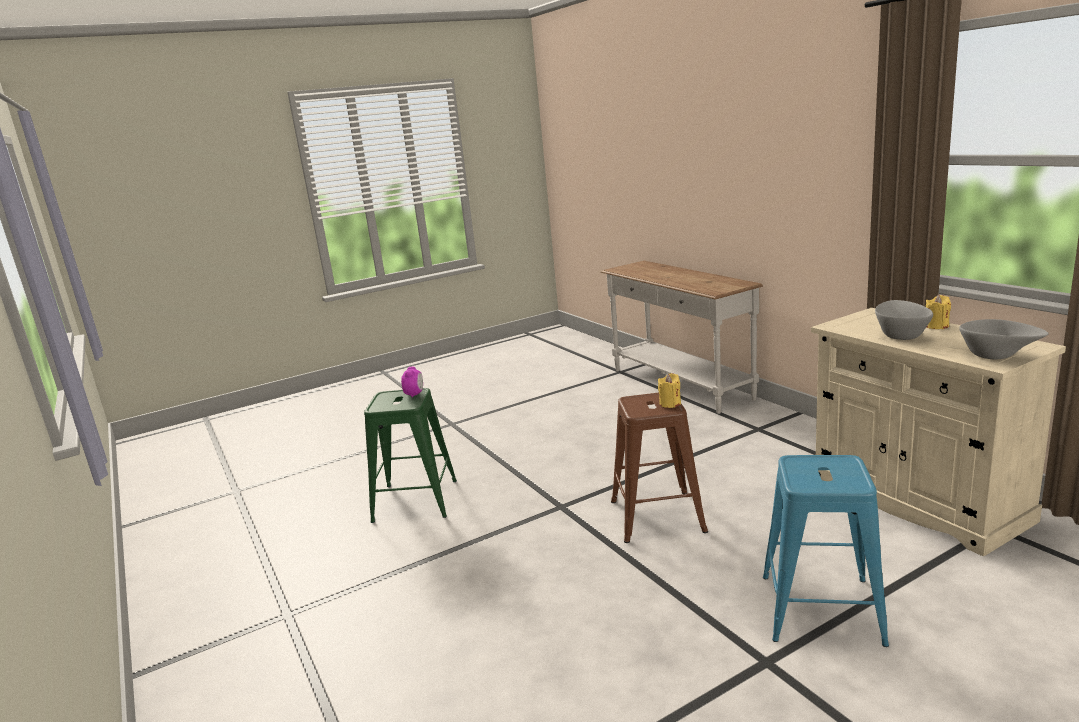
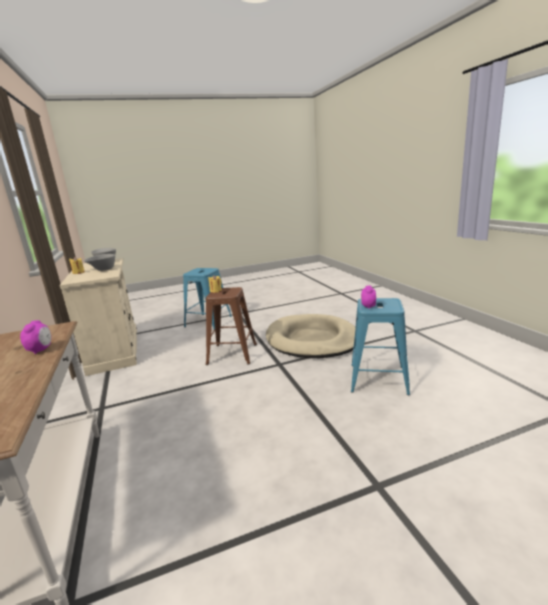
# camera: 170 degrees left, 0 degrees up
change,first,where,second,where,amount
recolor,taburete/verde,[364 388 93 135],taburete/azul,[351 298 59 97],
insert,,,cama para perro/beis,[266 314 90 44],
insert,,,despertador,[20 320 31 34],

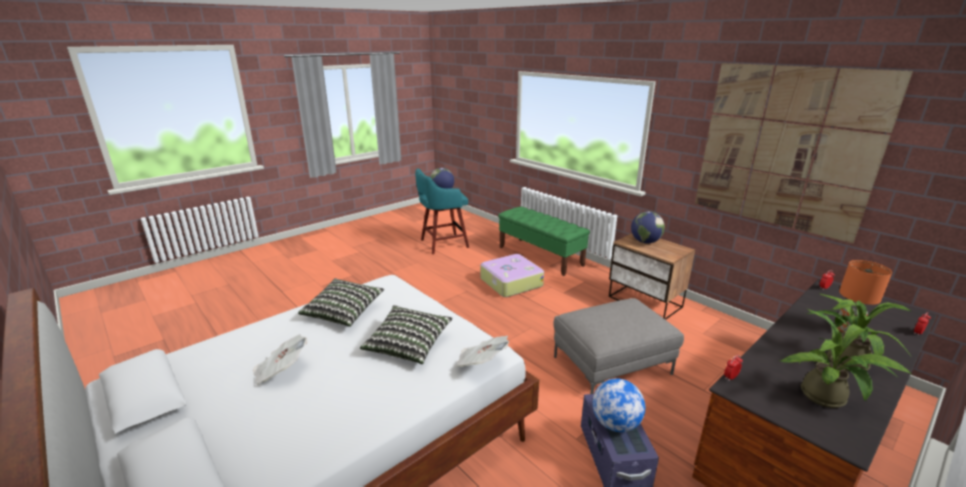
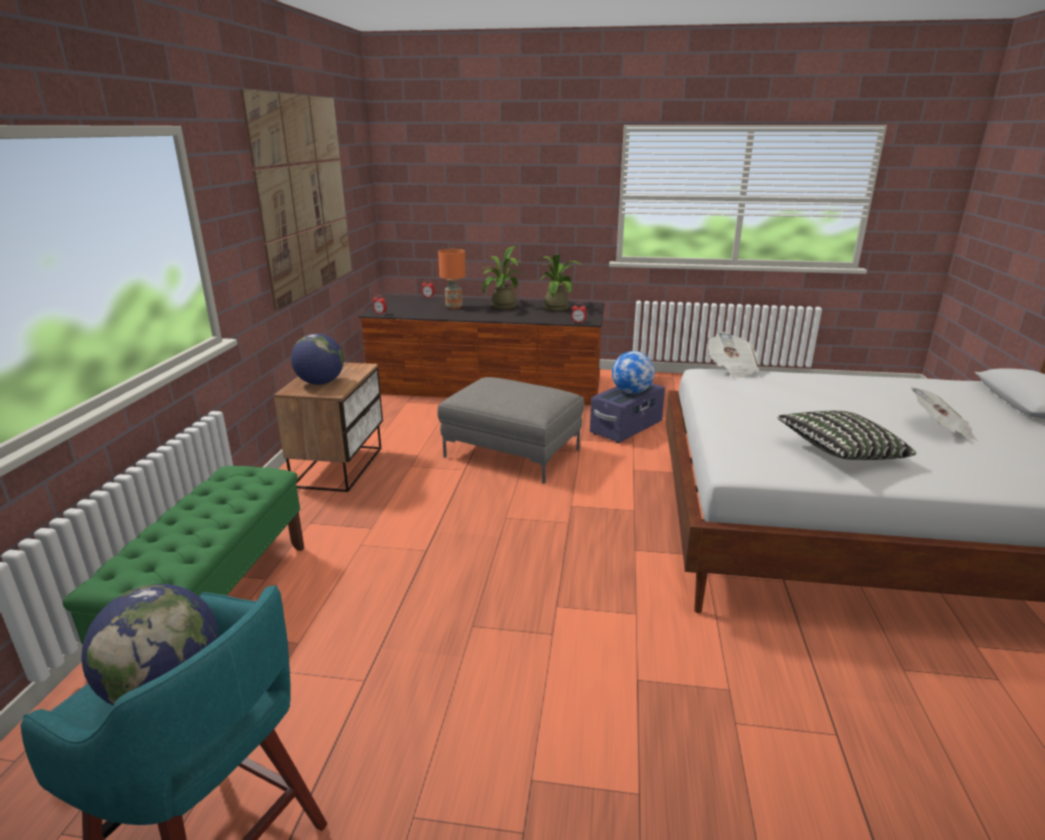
# camera: 130 degrees left, 0 degrees up
change,first,where,second,where,amount
delete,maleta,[480 254 64 43],,,
delete,cojín,[360 305 92 59],,,

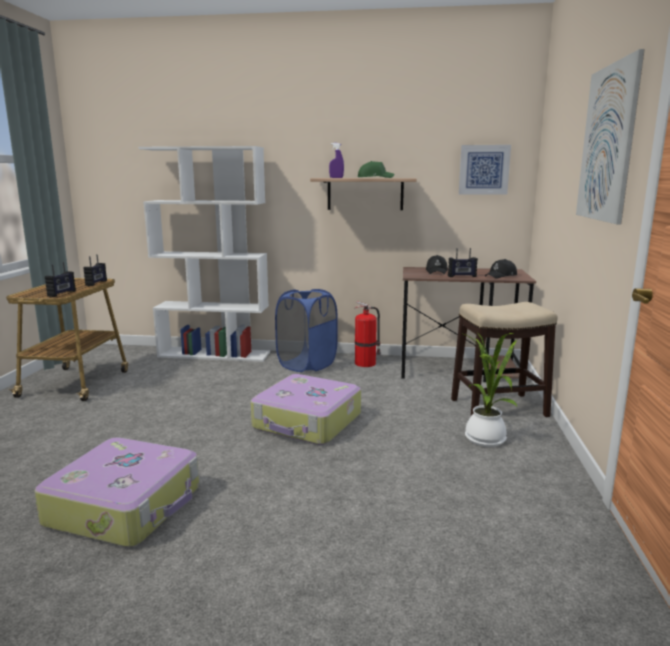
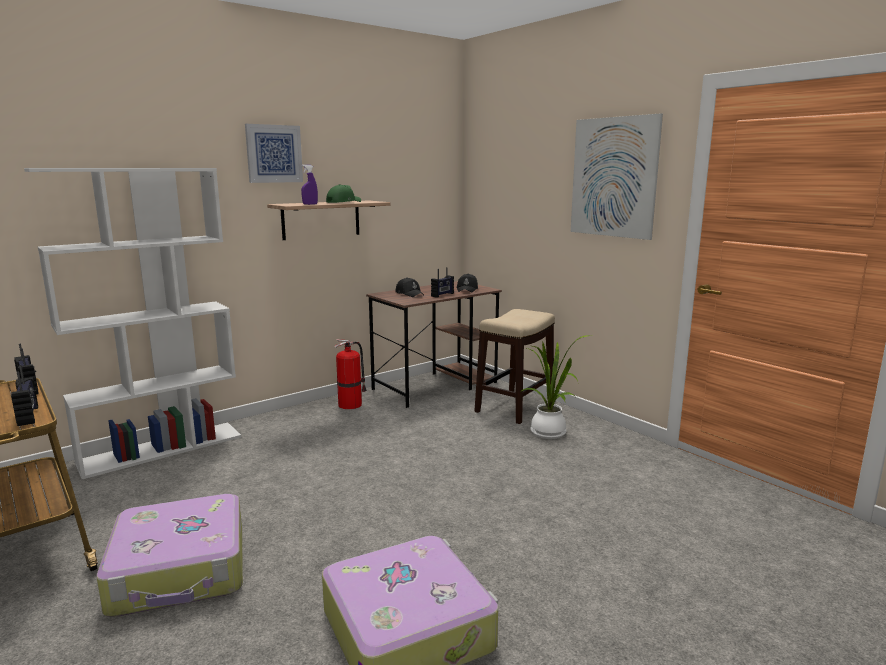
# camera: 45 degrees left, 0 degrees up
change,first,where,second,where,amount
move,cuadro,[459 145 52 50],,[245 124 58 59],
delete,cesto de la ropa/azul,[275 289 63 83],,,
move,maleta,[251 374 110 71],,[96 494 147 123],

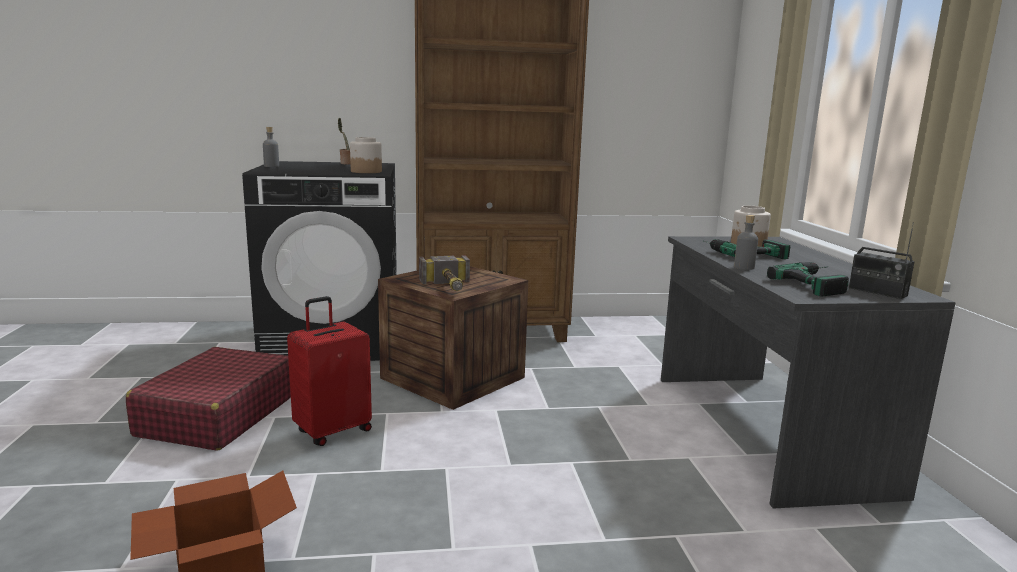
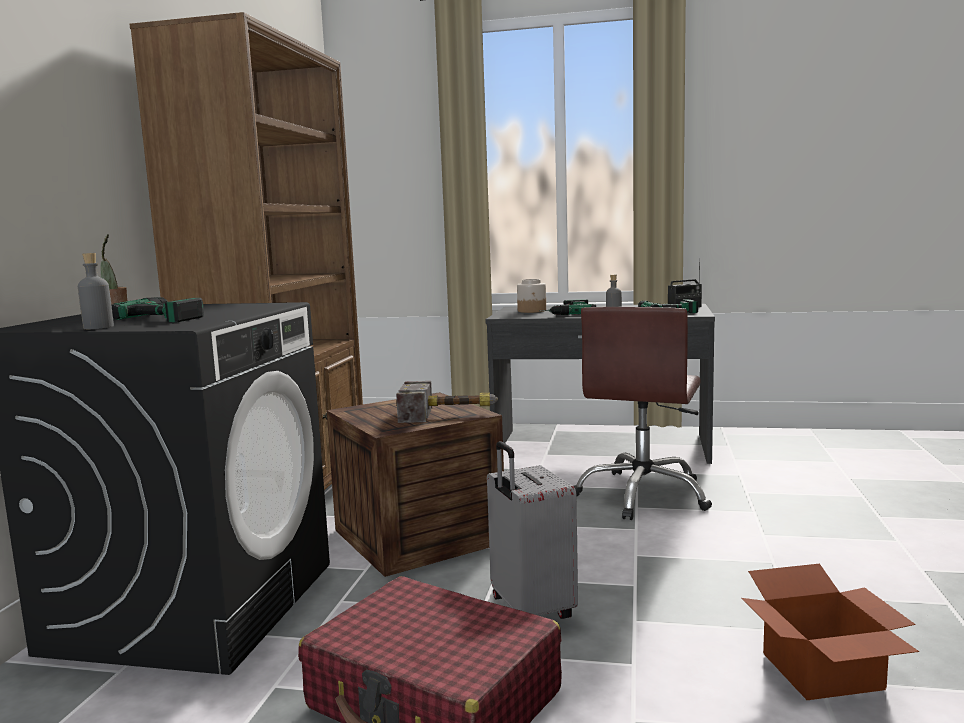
# camera: 70 degrees left, 5 degrees down
change,first,where,second,where,amount
delete,tarro,[350 137 32 36],,,
recolor,maleta/rojo,[287 296 85 150],maleta/gris,[487 441 91 178],
insert,,,taladro,[112 297 92 25],
insert,,,silla de oficina/marrón,[574 307 138 213],

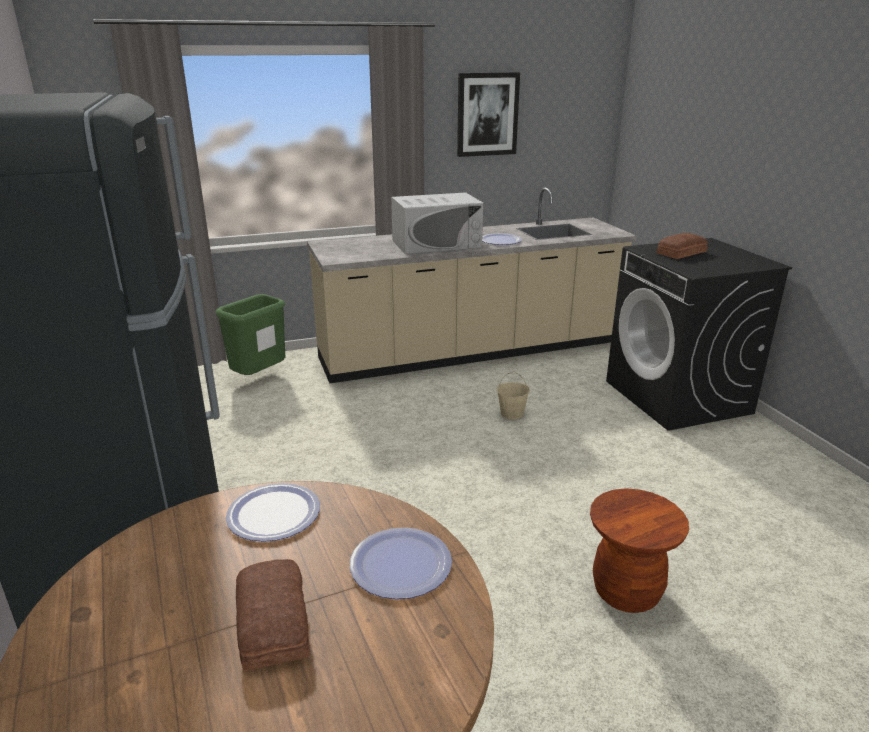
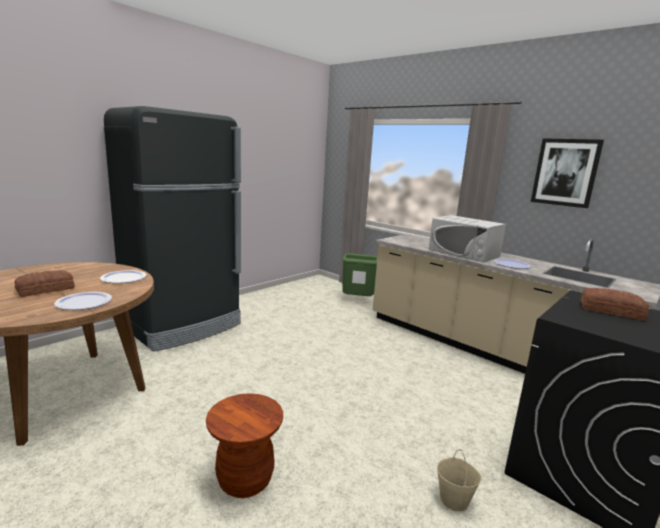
# camera: 60 degrees right, 10 degrees down
change,first,where,second,where,amount
move,cubo/beis,[497 371 33 49],,[437 450 45 61],

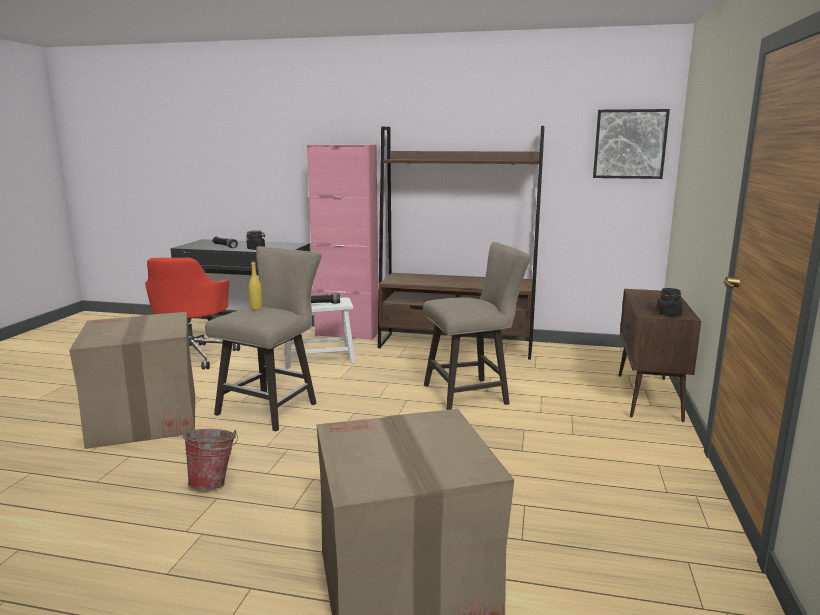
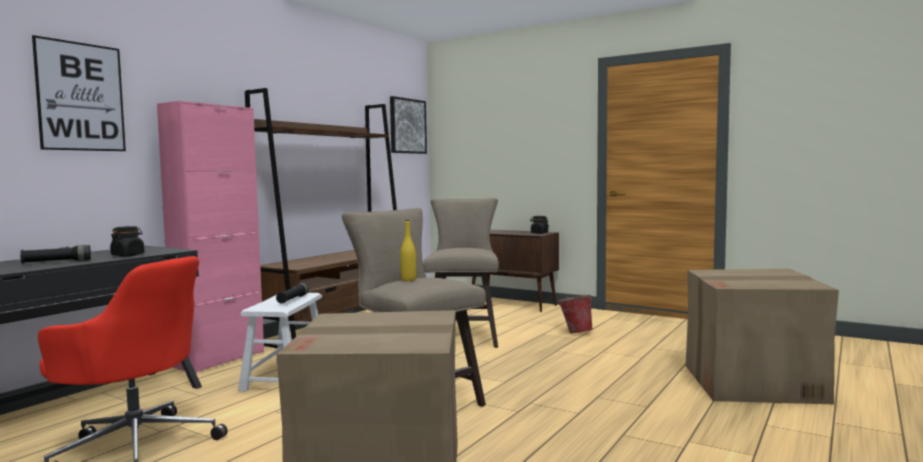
# camera: 70 degrees left, 10 degrees down
change,first,where,second,where,amount
move,cubo,[183 429 55 61],,[558 295 36 38],
insert,,,cuadro,[32 35 94 116],

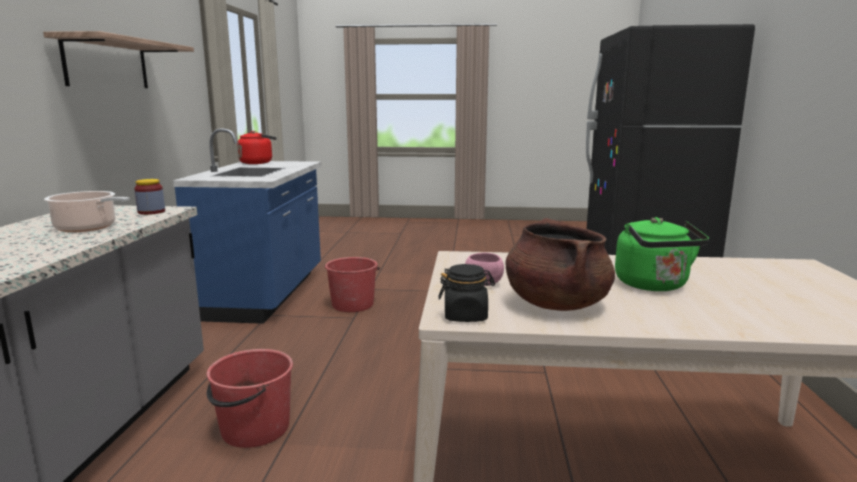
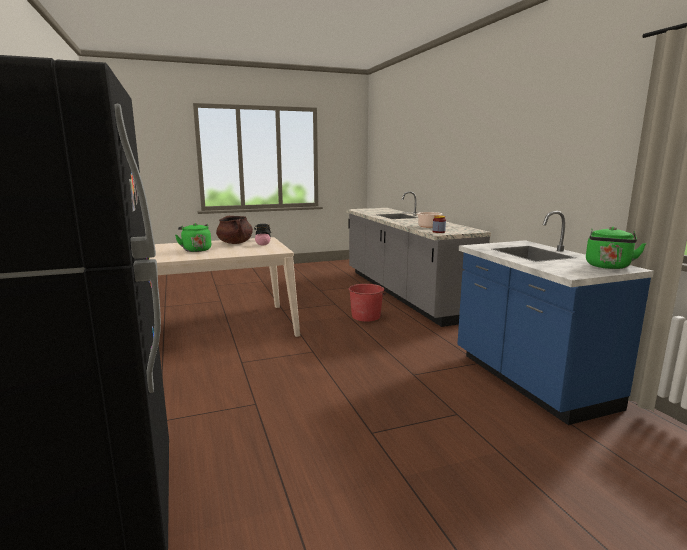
# camera: 155 degrees right, 0 degrees up
change,first,where,second,where,amount
delete,estante,[43 31 151 57],,,
recolor,hervidor/rojo,[237 131 40 33],hervidor/verde,[586 227 60 42],
delete,cubo/rojo,[324 257 56 55],,,

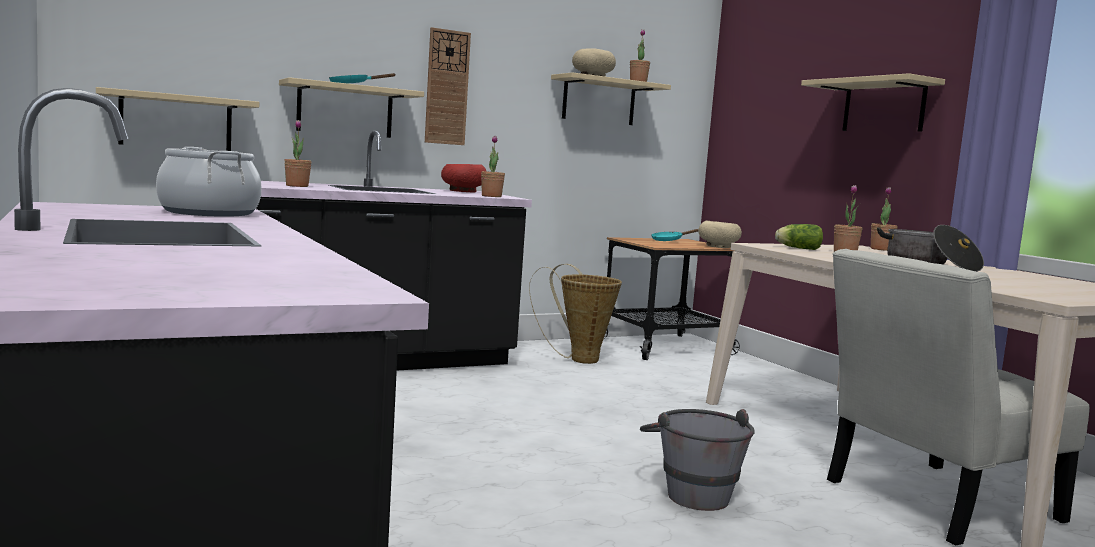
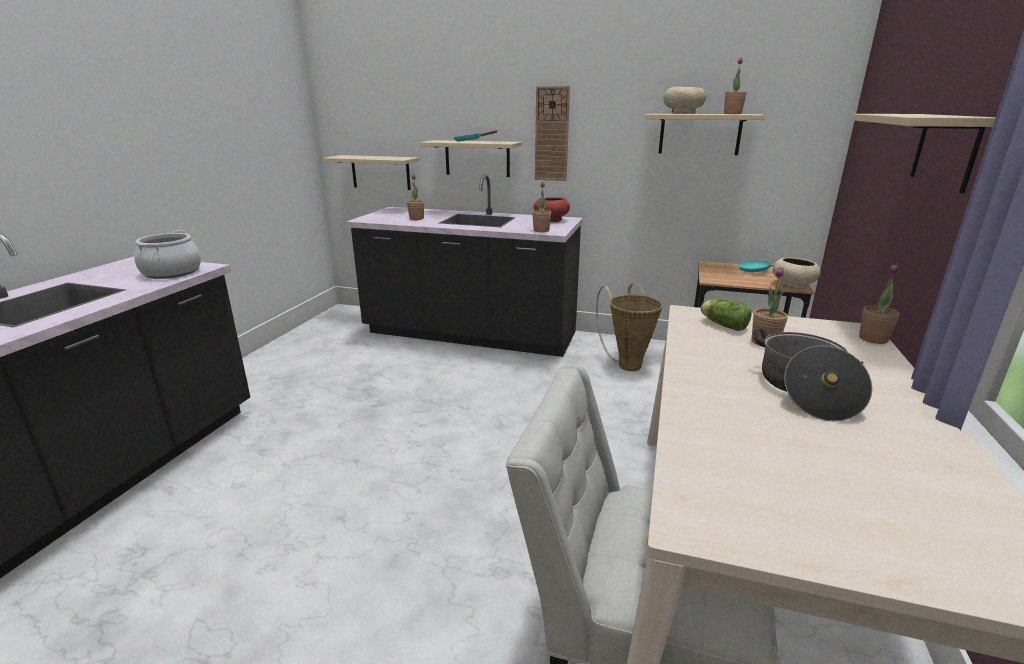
# camera: 45 degrees right, 15 degrees up
change,first,where,second,where,amount
delete,cubo/gris,[640 409 115 102],,,

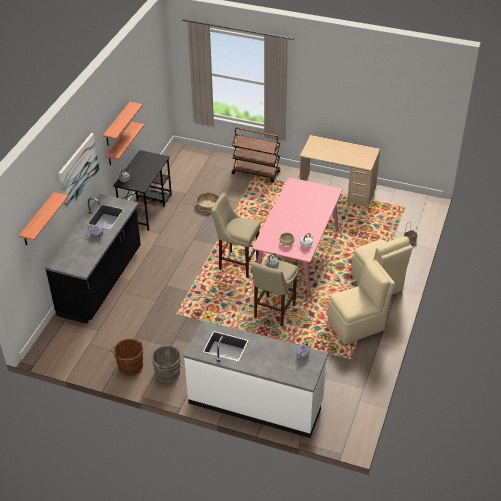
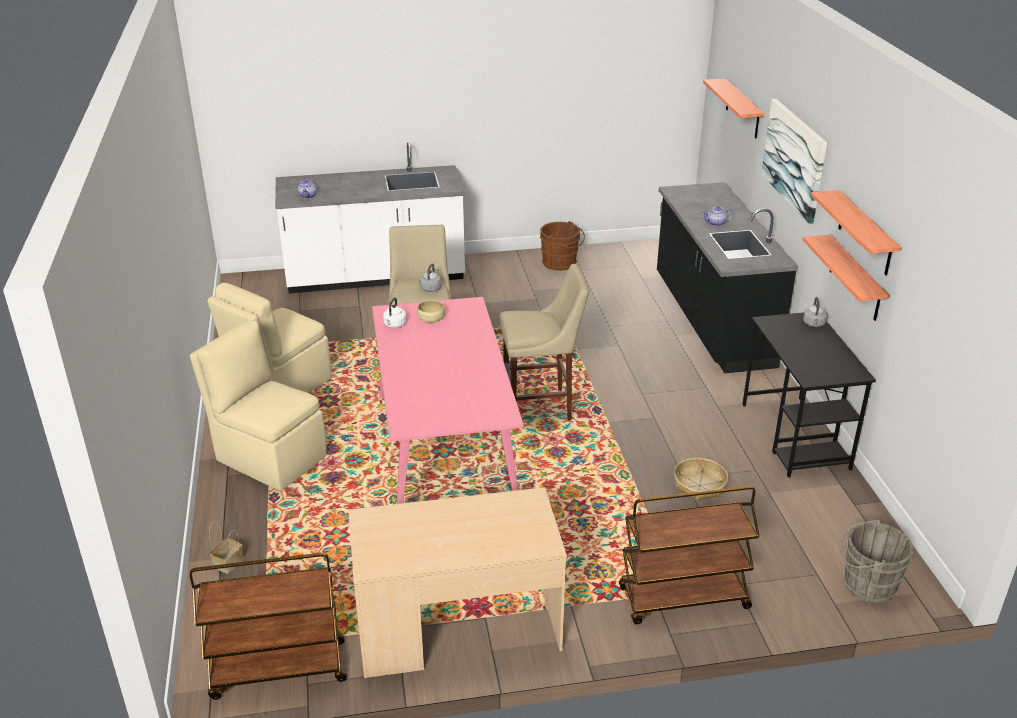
# camera: 150 degrees right, 10 degrees down
change,first,where,second,where,amount
move,cubo/gris,[152 345 33 38],,[840 520 73 83],
insert,,,carrito/marrón,[190 553 157 147],

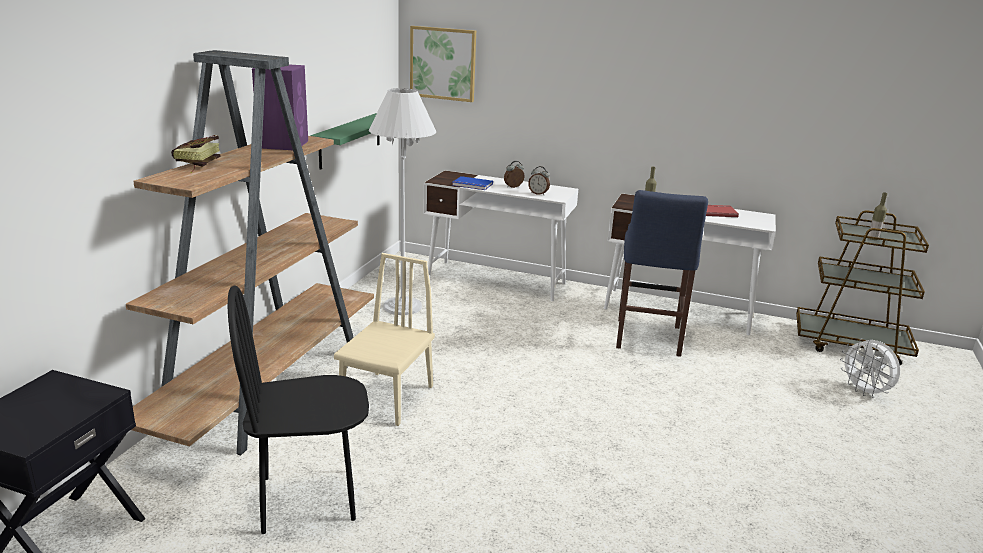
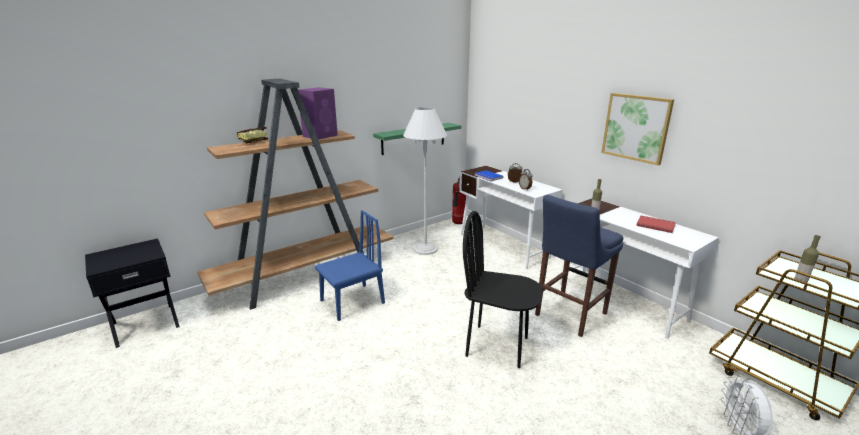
# camera: 35 degrees right, 0 degrees up
change,first,where,second,where,amount
move,cuadro,[410 26 66 76],,[601 93 73 72],
recolor,silla/beis,[334 253 101 173],silla/azul,[315 210 70 111],
move,silla/negro,[228 285 141 249],,[463 211 79 157],
insert,,,extintor,[452 177 14 47],

